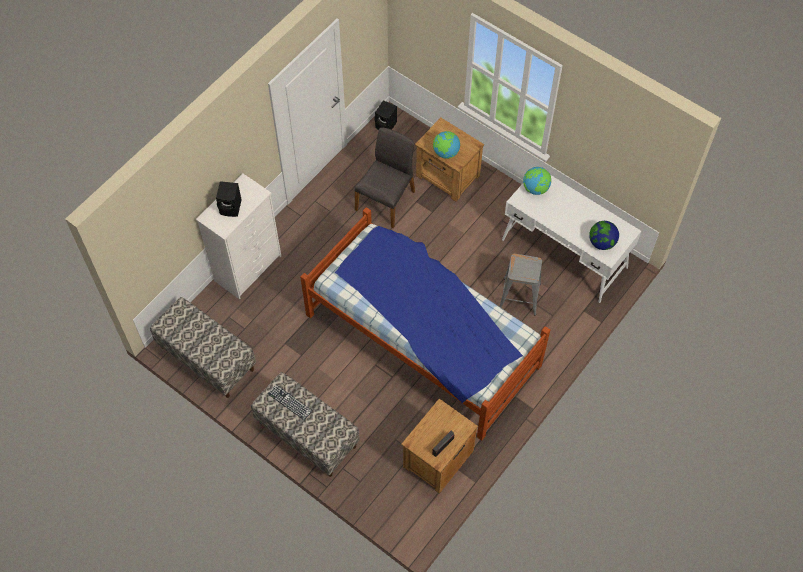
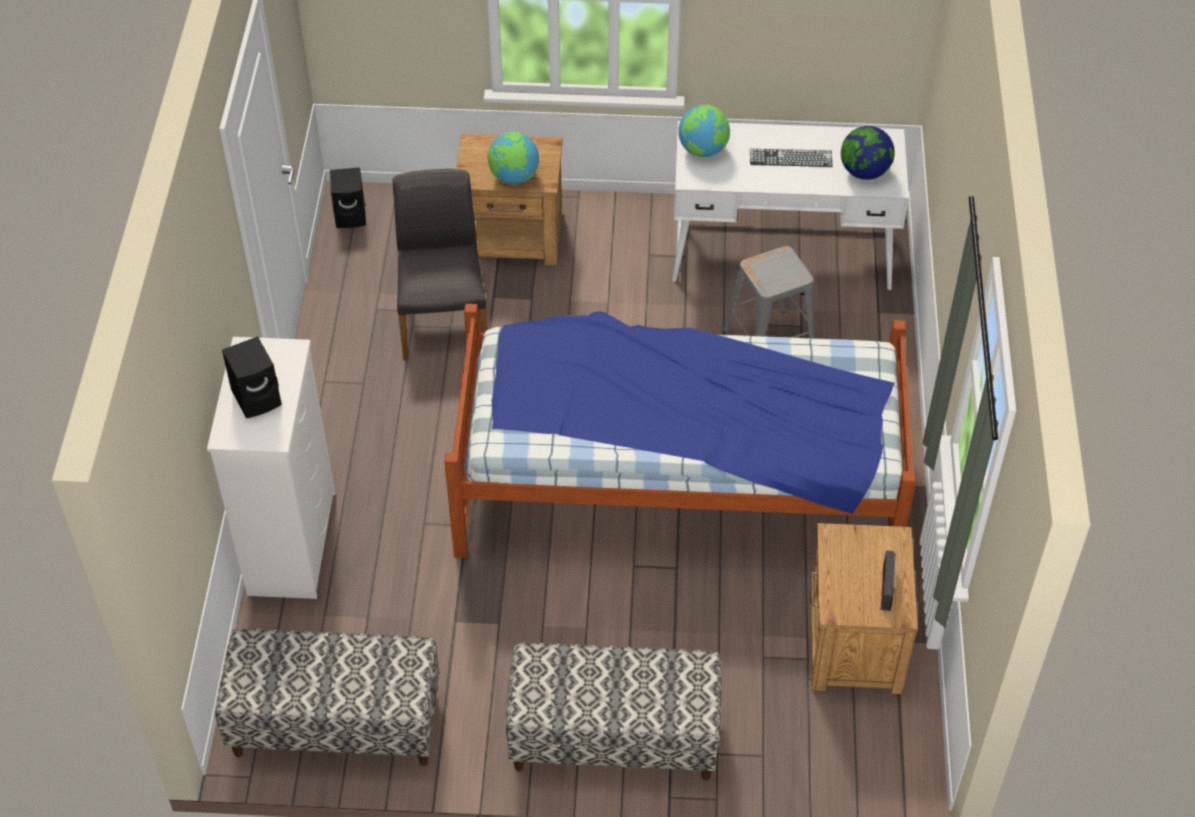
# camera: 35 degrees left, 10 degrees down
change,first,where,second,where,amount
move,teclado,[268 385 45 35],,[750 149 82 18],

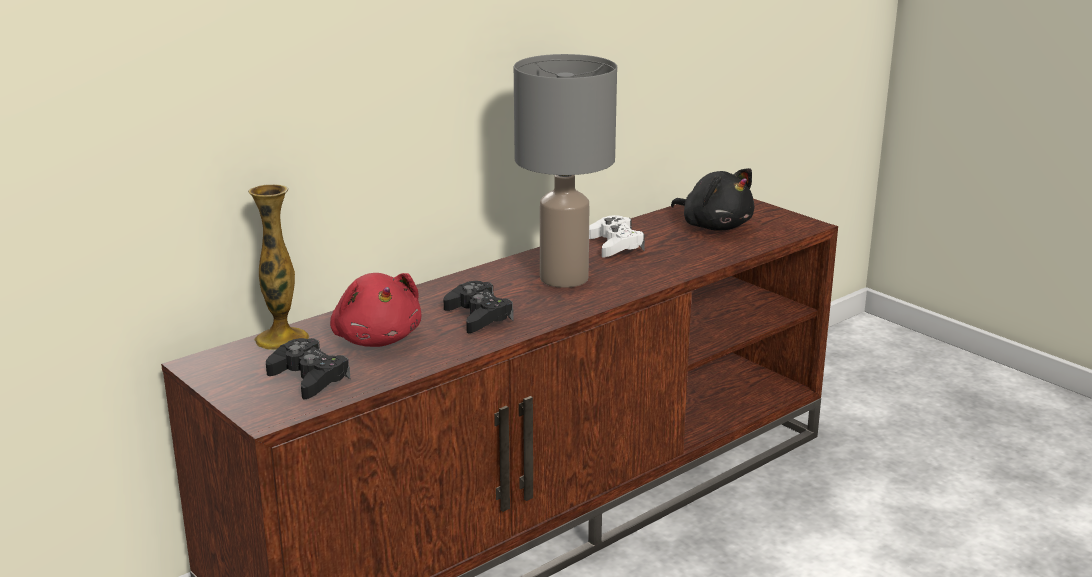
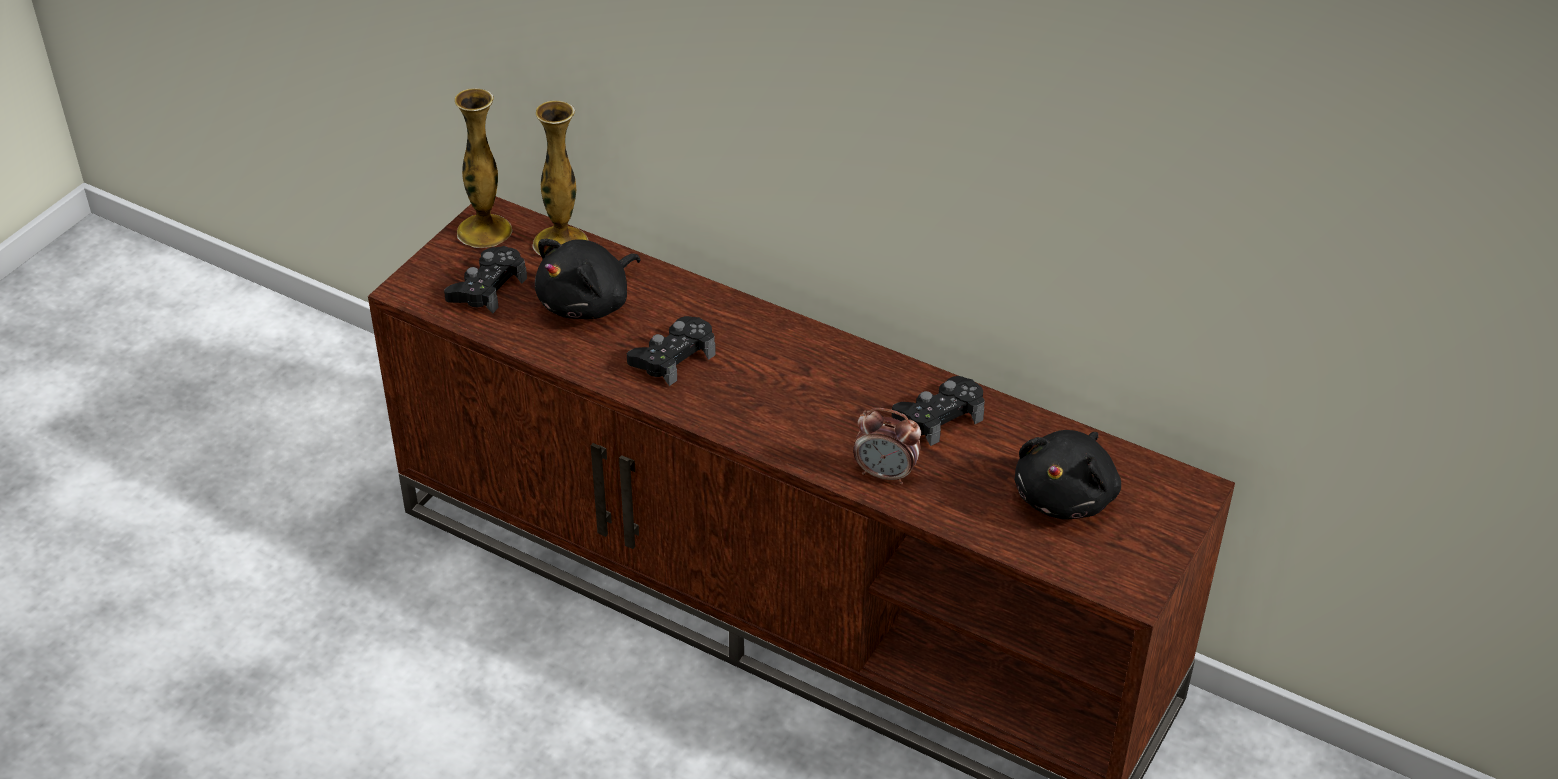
# camera: 70 degrees right, 20 degrees up
change,first,where,second,where,amount
delete,lámpara de mesa/gris,[514 54 103 234],,,
recolor,mando de consola/blanco,[589 215 56 43],mando de consola/negro,[892 376 93 70],
recolor,peluche/rojo,[330 273 91 74],peluche/negro,[535 239 105 80],
insert,,,florero,[455 88 57 160],
insert,,,despertador,[853 408 68 77],

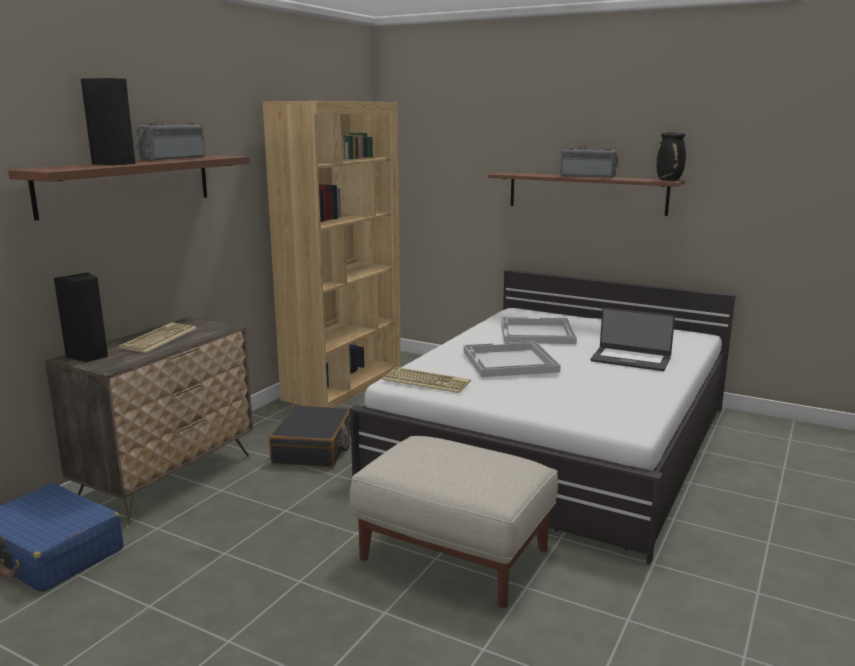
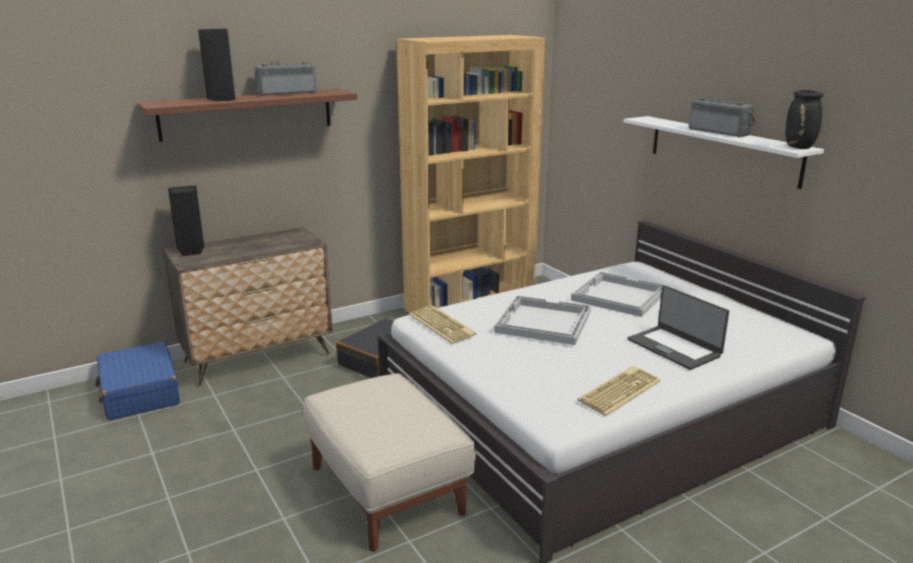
# camera: 30 degrees right, 5 degrees up
change,first,where,second,where,amount
recolor,estante/marrón,[488 172 197 44],estante/blanco,[623 116 201 73],
move,teclado,[118 322 79 31],,[577 366 84 50],

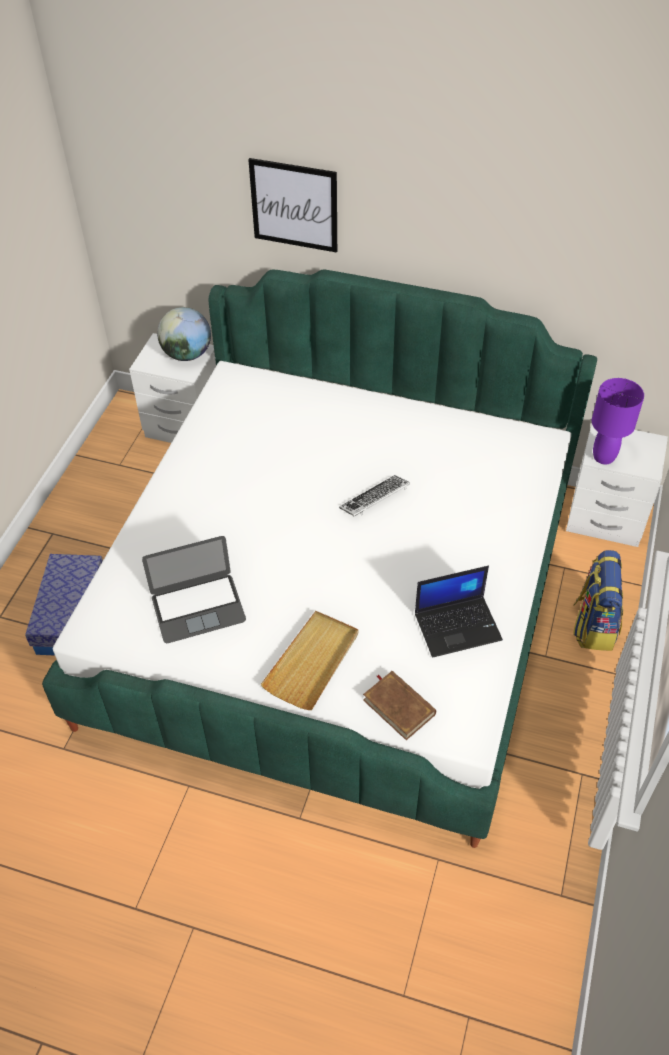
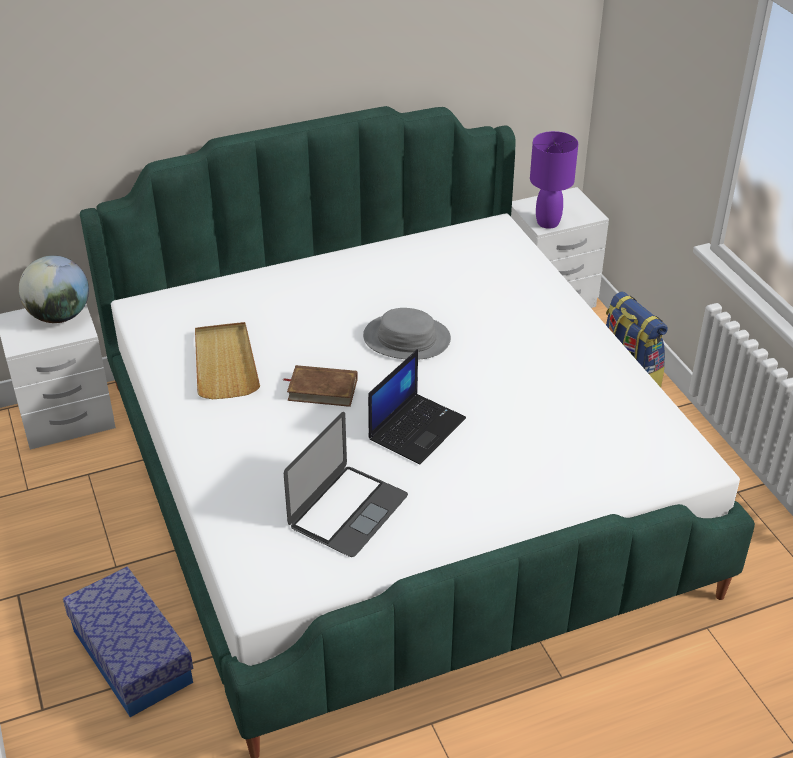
# camera: 40 degrees left, 10 degrees down
change,first,where,second,where,amount
delete,cuadro,[248 158 89 95],,,
replace,teclado,[339 475 71 41],sombrero/gris,[363 308 88 52],
move,portátil,[415 566 88 92],,[368 349 98 115],
move,bandeja/beis,[261 611 98 99],,[195 322 65 77],
move,libro/marrón,[363 671 73 69],,[284 365 74 42],

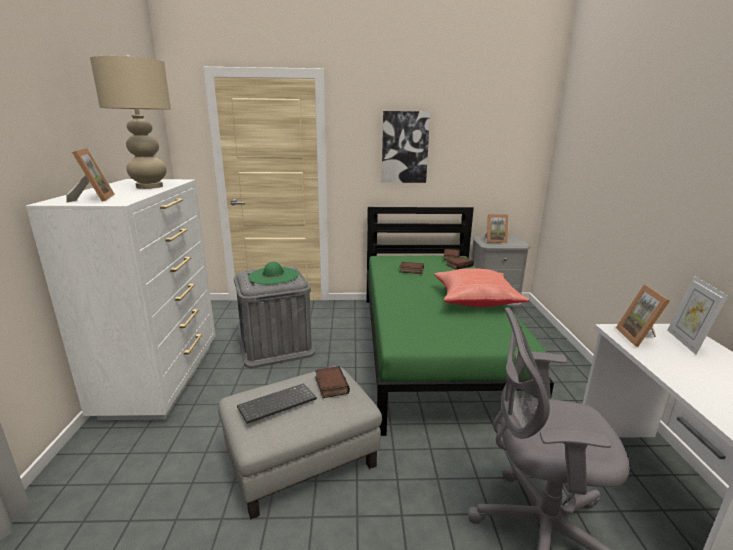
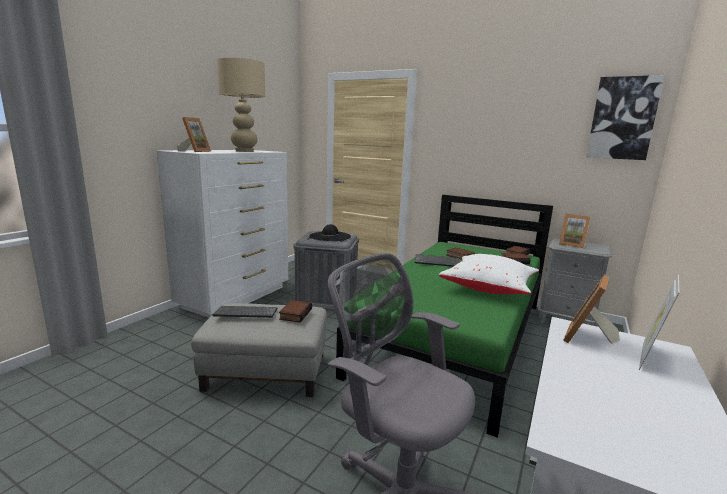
# camera: 30 degrees right, 5 degrees down
change,first,where,second,where,amount
move,cuadro,[382 111 48 72],,[586 75 79 85],
recolor,sombrero/verde,[248 262 51 22],sombrero/negro,[309 224 42 17],
recolor,cojín/rojo,[434 268 96 39],cojín/blanco,[439 254 100 40],
insert,,,teclado,[414 254 45 13],

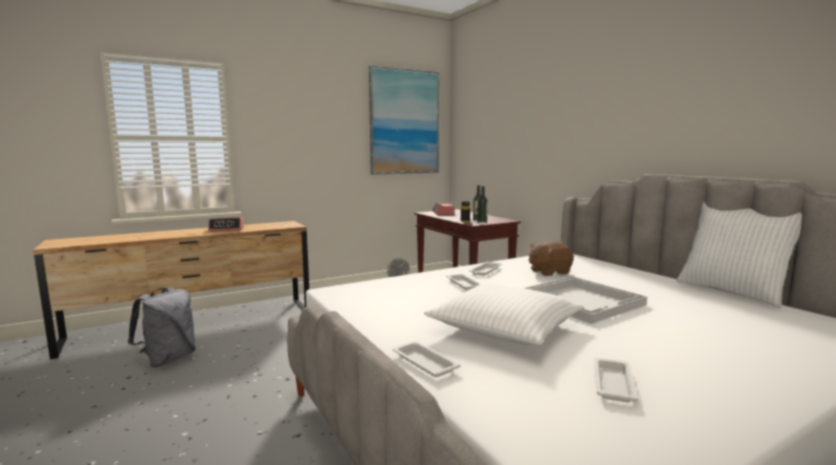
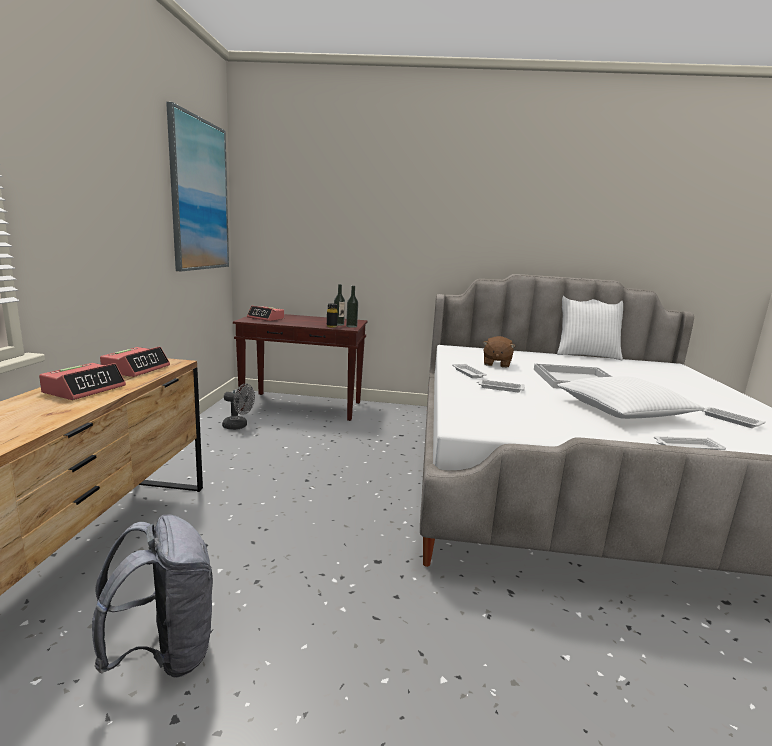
# camera: 55 degrees left, 5 degrees up
change,first,where,second,where,amount
insert,,,despertador,[100 346 70 31],

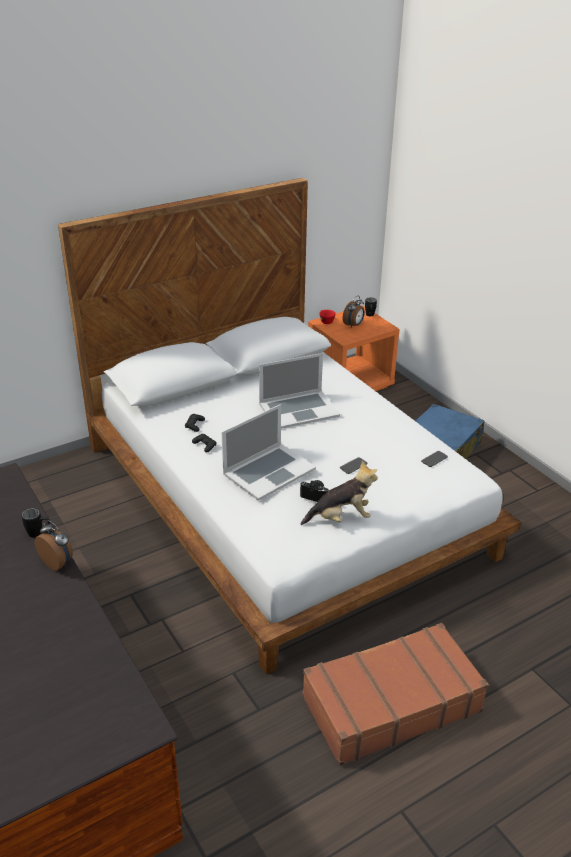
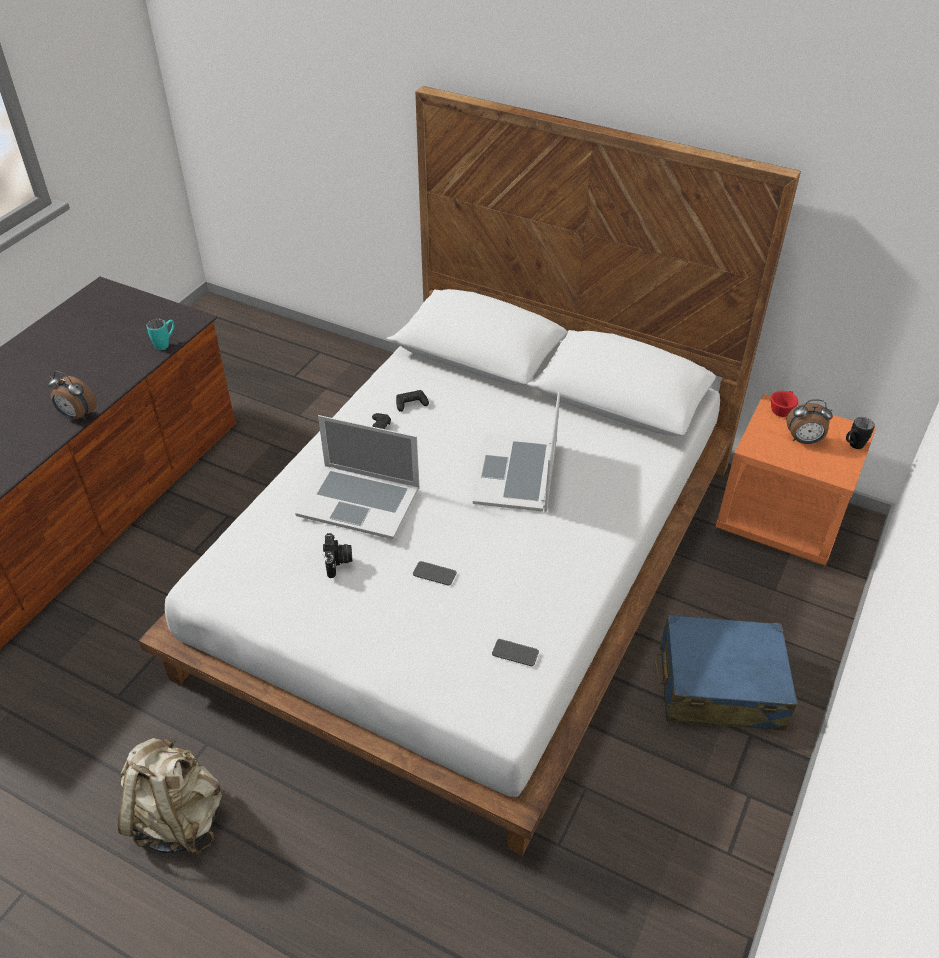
# camera: 60 degrees right, 10 degrees up
change,first,where,second,where,amount
rotate,portátil,[259 353 81 76],,[473 391 87 121],60 degrees clockwise
delete,peluche,[301 461 77 64],,,
delete,taza grande/negro,[22 508 28 30],,,
rotate,despertador,[35 520 38 51],,[48 371 49 49],105 degrees clockwise
replace,maleta/marrón,[303 623 186 143],mochila/beis,[118 736 104 120],
insert,,,taza grande/turquesa,[147 319 27 31],

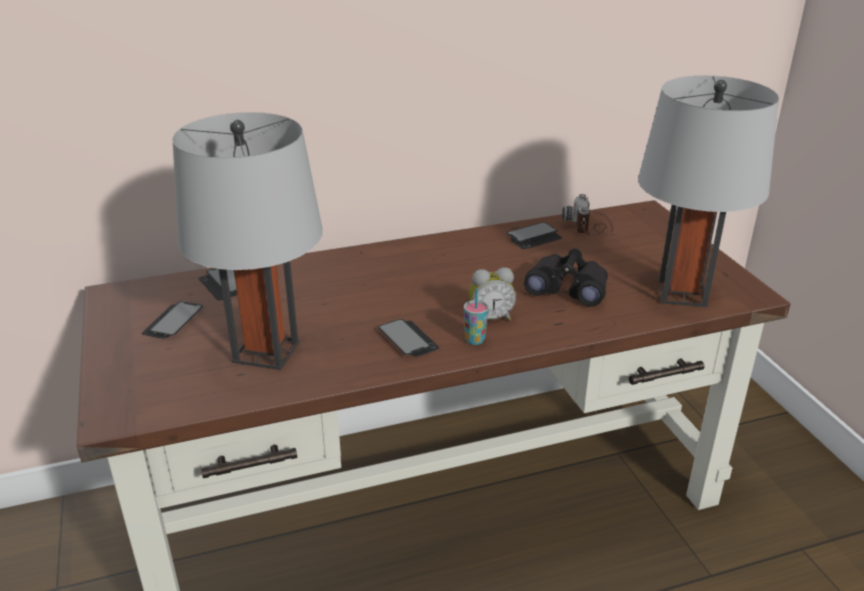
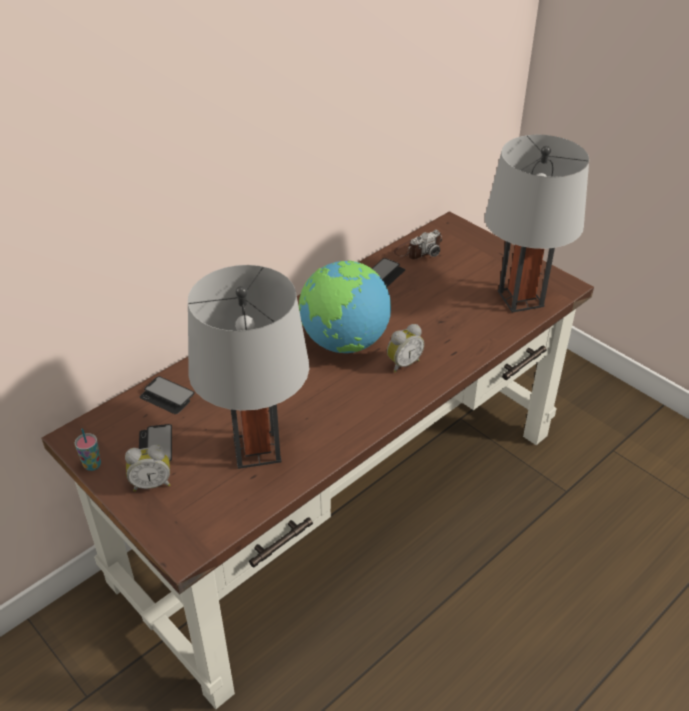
# camera: 25 degrees left, 10 degrees up
change,first,where,second,where,amount
rotate,cámara,[562 194 51 42],,[394 230 48 29],105 degrees counterclockwise
delete,prismáticos/negro,[524 249 84 58],,,
move,taza,[464 289 25 56],,[75 428 26 43],
delete,móvil,[378 319 61 38],,,
insert,,,globo terráqueo,[299 261 92 92],
insert,,,despertador,[125 445 45 47],

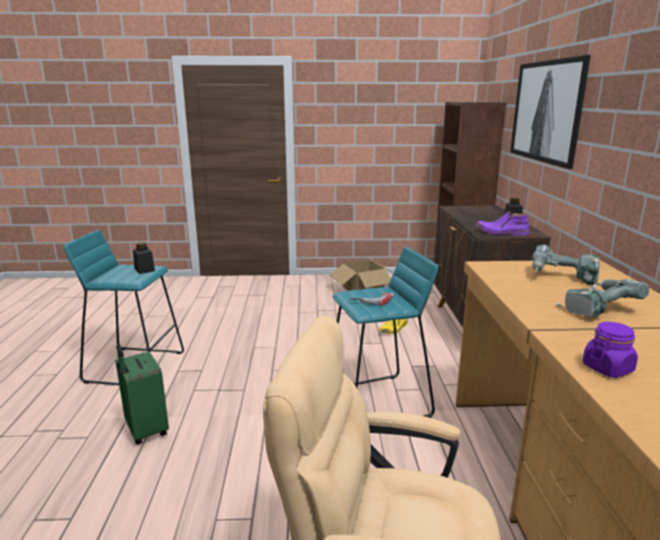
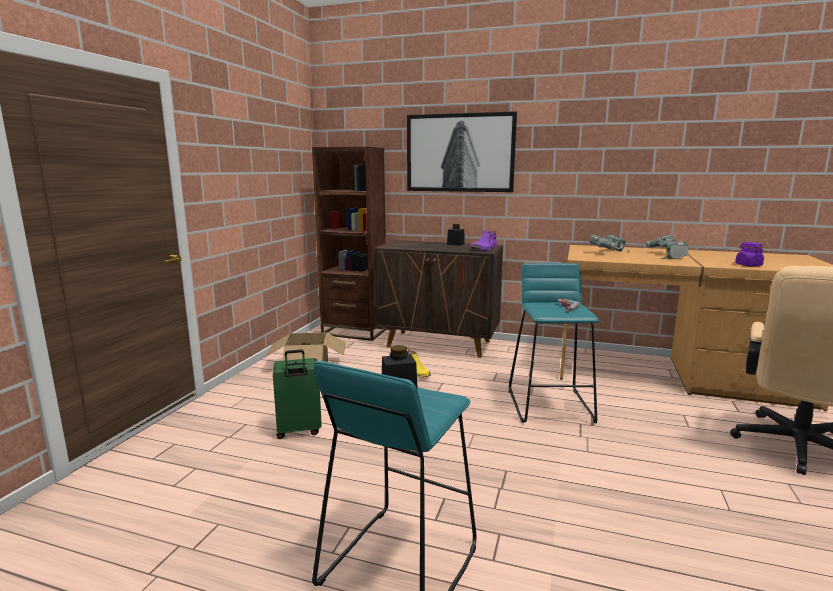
# camera: 70 degrees left, 5 degrees down
change,first,where,second,where,amount
move,maleta/verde,[115 345 54 100],,[273 350 49 89],

